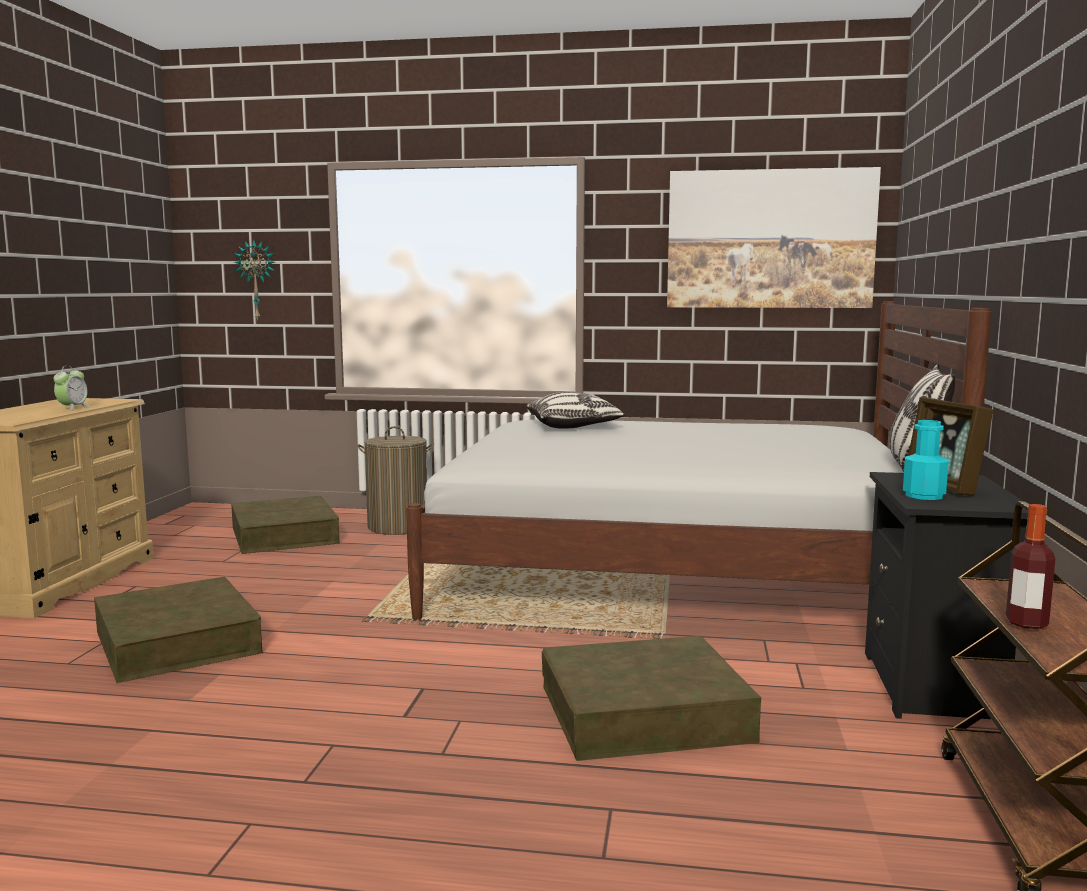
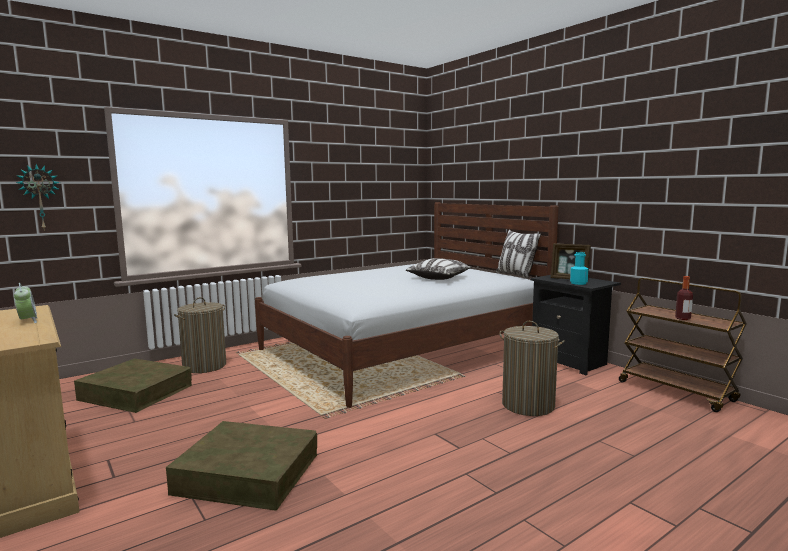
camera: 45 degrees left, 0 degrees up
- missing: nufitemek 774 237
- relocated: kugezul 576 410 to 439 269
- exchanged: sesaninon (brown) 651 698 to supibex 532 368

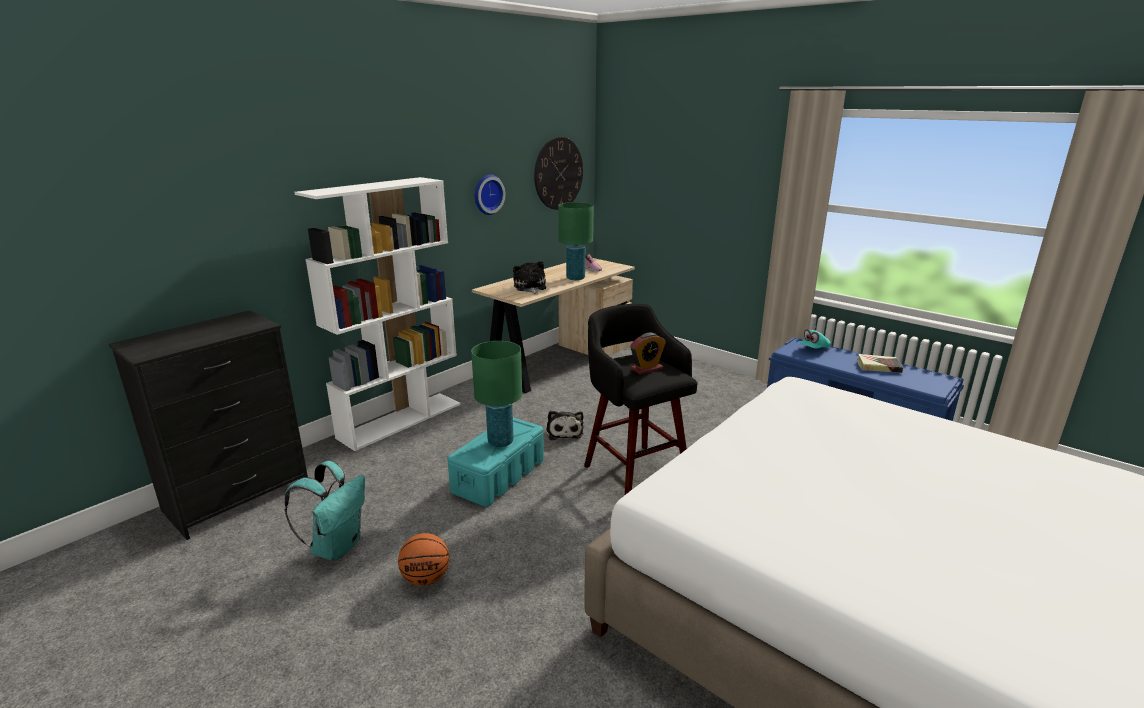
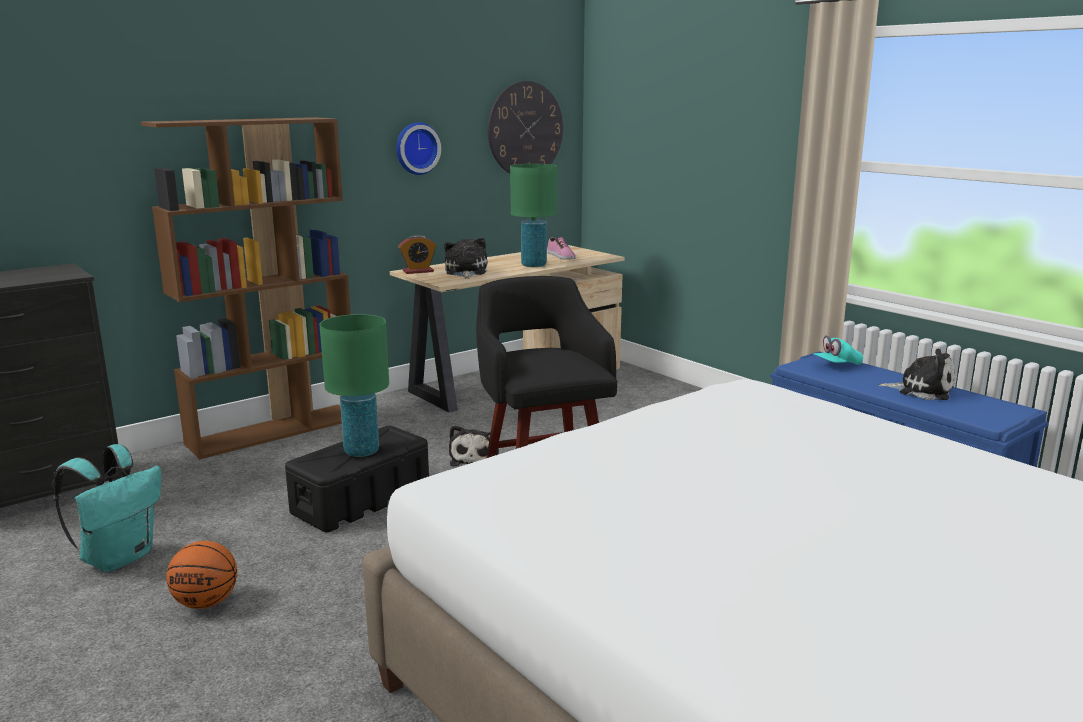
camera: 10 degrees right, 5 degrees down
- colour: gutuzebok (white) 377 314 to gutuzebok (brown) 246 288
- relocated: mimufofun 648 353 to 417 254
- exchanged: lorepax 880 363 to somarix 917 374
- colour: sesaninon (turquoise) 495 462 to sesaninon (black) 357 479

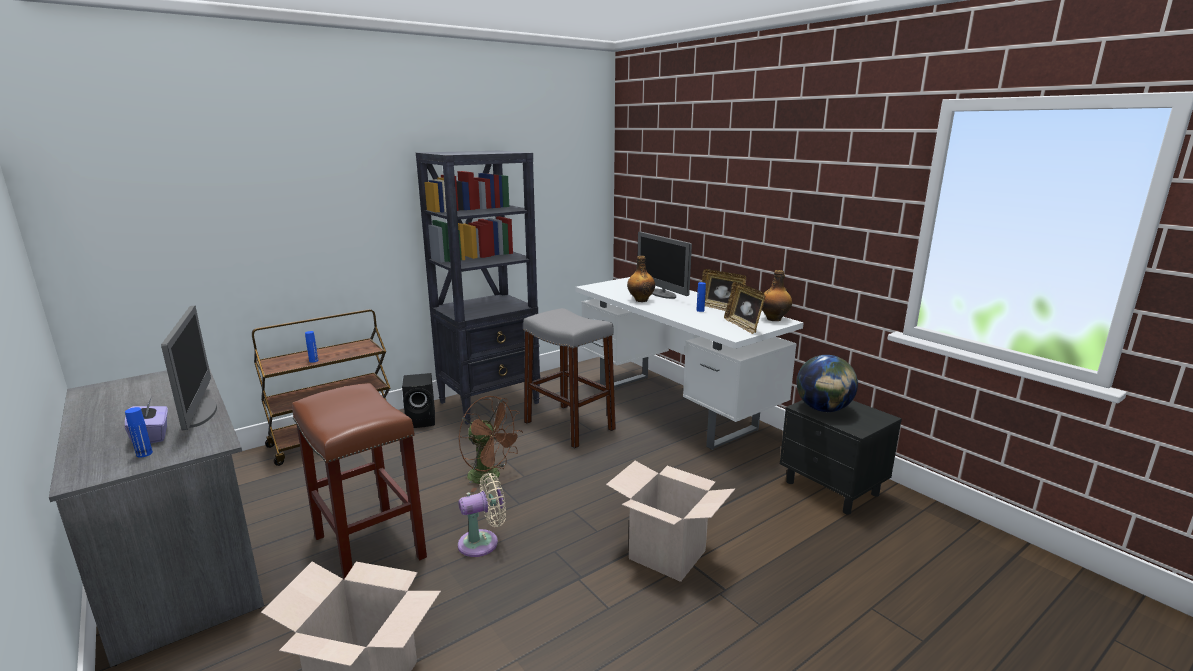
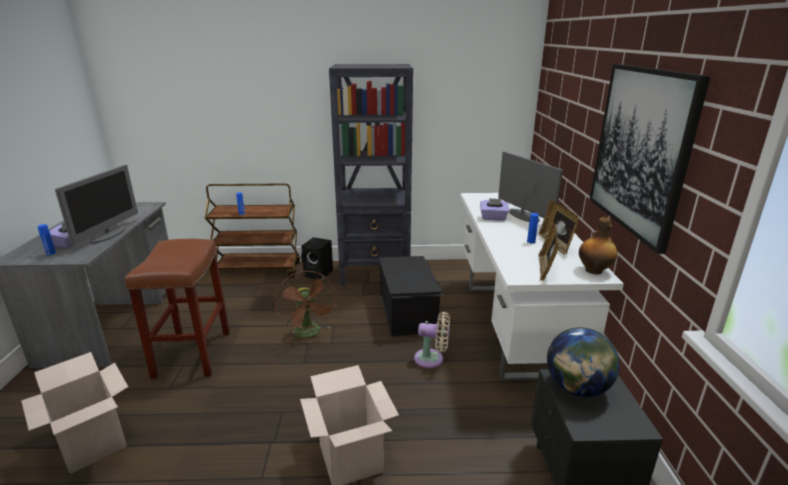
camera: 35 degrees right, 5 degrees up
- spun: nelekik 665 265 = 530 187 150 degrees clockwise
- exchanged: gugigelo 641 279 to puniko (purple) 494 209
- exchanged: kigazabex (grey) 569 378 to sesaninon (black) 411 296
- relocated: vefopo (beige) 482 515 to 432 340
- appeared: nufitemek 650 159

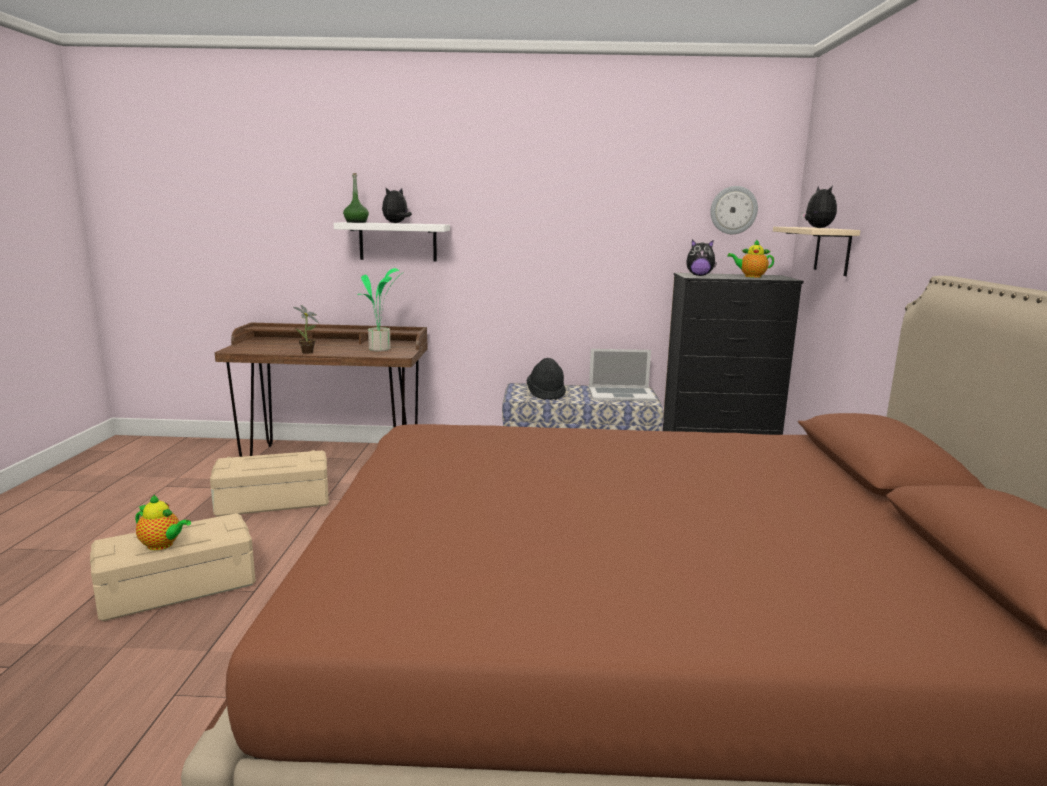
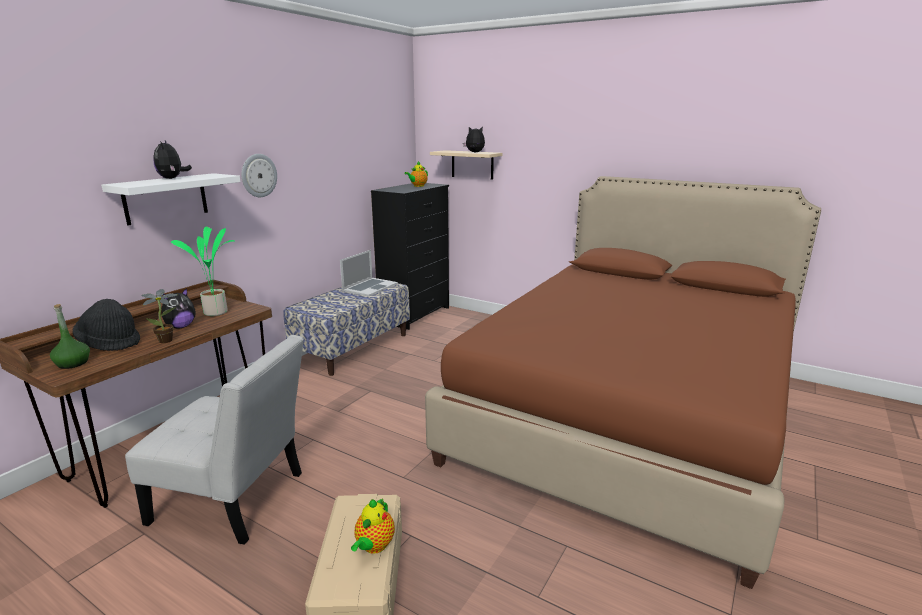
camera: 60 degrees left, 5 degrees up
- relocated: gugigelo (green) 356 198 to 70 336
- relocated: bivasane 734 210 to 259 175
- relocated: somarix 701 258 to 179 308
- relocated: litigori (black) 546 379 to 106 325
- exchanged: sesaninon (beige) 269 483 to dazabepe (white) 214 440
- spun: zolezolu 163 522 = 373 526 150 degrees clockwise

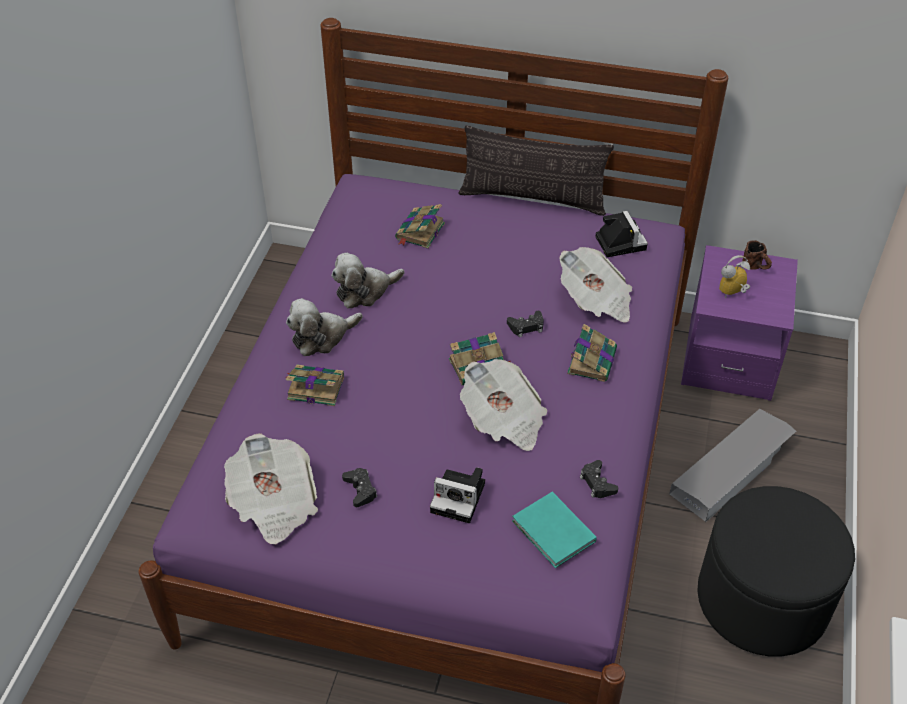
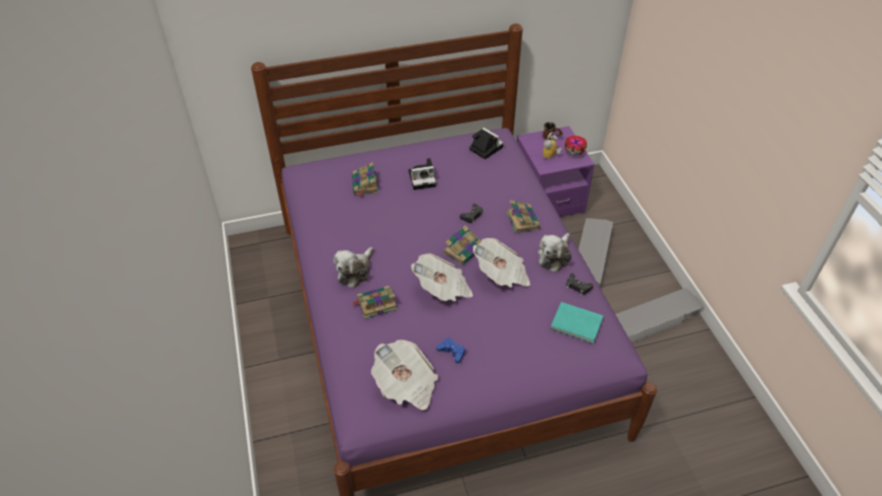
camera: 30 degrees left, 0 degrees up
- missing: kugezul 536 170
- relocated: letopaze 595 285 to 442 277
- relocated: somarix 367 281 to 555 253
- relocated: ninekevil 457 495 to 422 174
- colour: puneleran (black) 359 487 to puneleran (blue) 451 350
- exchanged: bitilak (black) 776 571 to sesaninon (grey) 660 315
- appeared: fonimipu 576 146

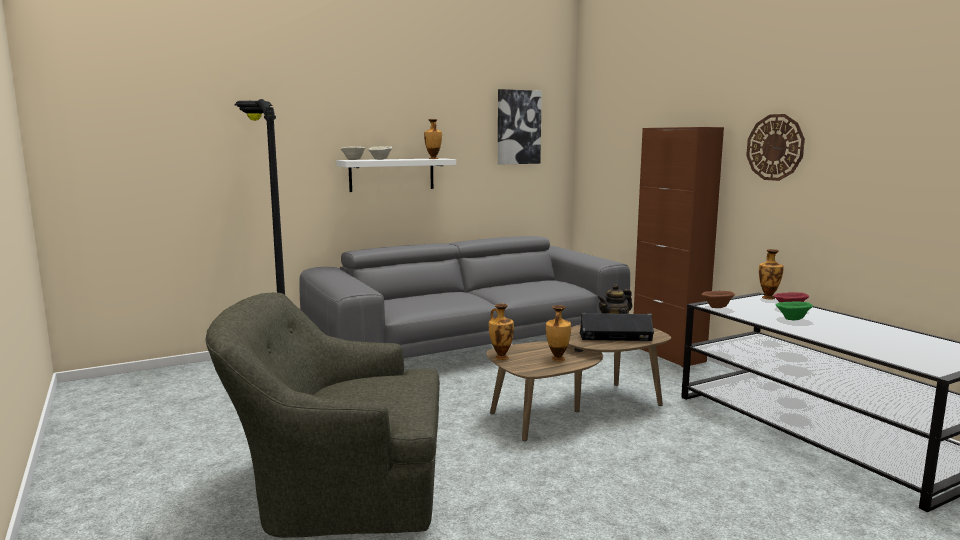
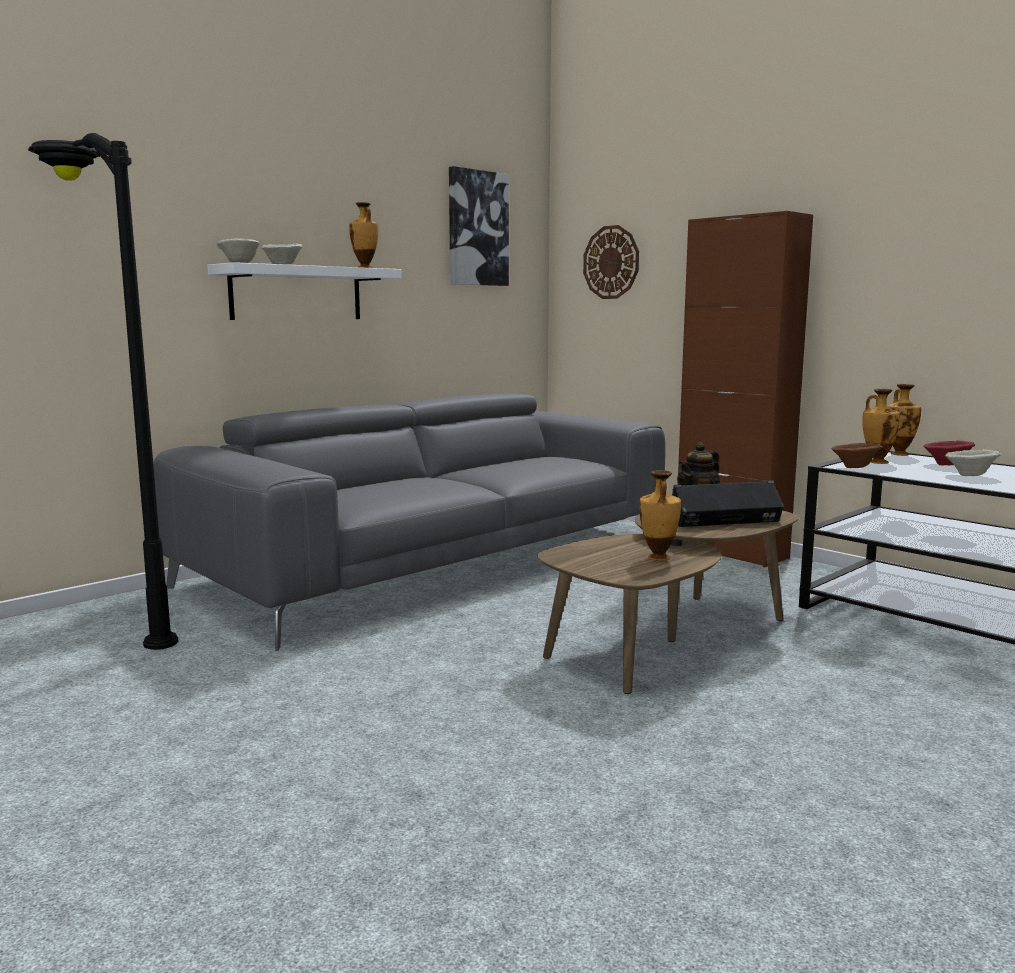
camera: 15 degrees left, 0 degrees up
- relocated: bivasane 775 147 to 611 262
- missing: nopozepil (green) 322 415
- colour: fonimipu (green) 794 310 to fonimipu (beige) 973 462
- relocated: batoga 501 331 to 881 426

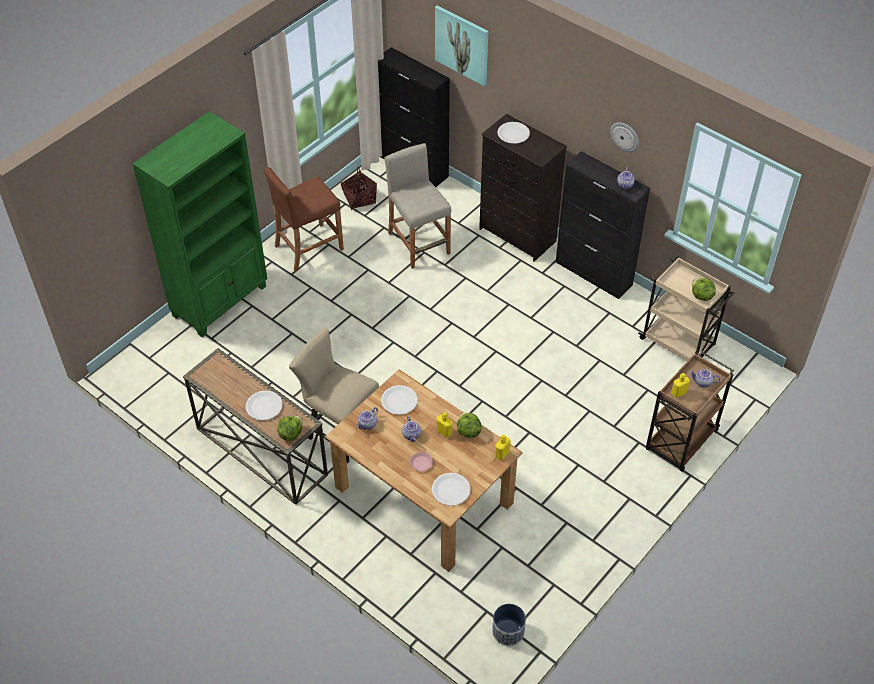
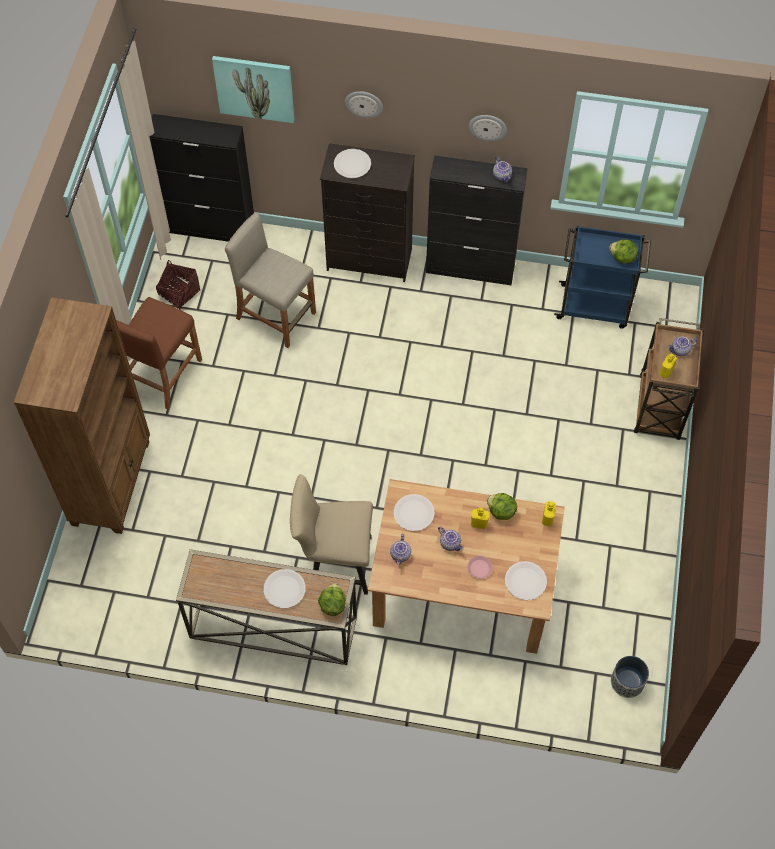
camera: 30 degrees left, 10 degrees up
- colour: gutuzebok (green) 199 224 to gutuzebok (brown) 82 415
- colour: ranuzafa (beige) 686 308 to ranuzafa (blue) 602 277
- appeared: bivasane 364 104

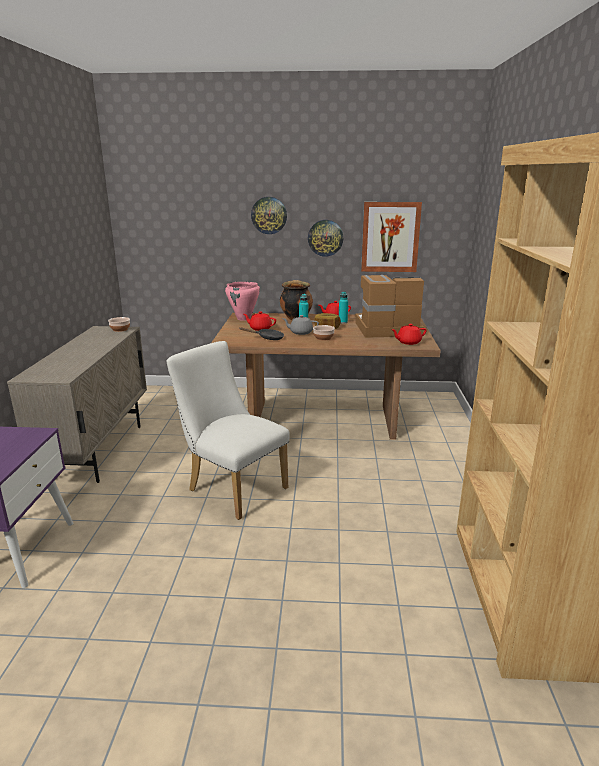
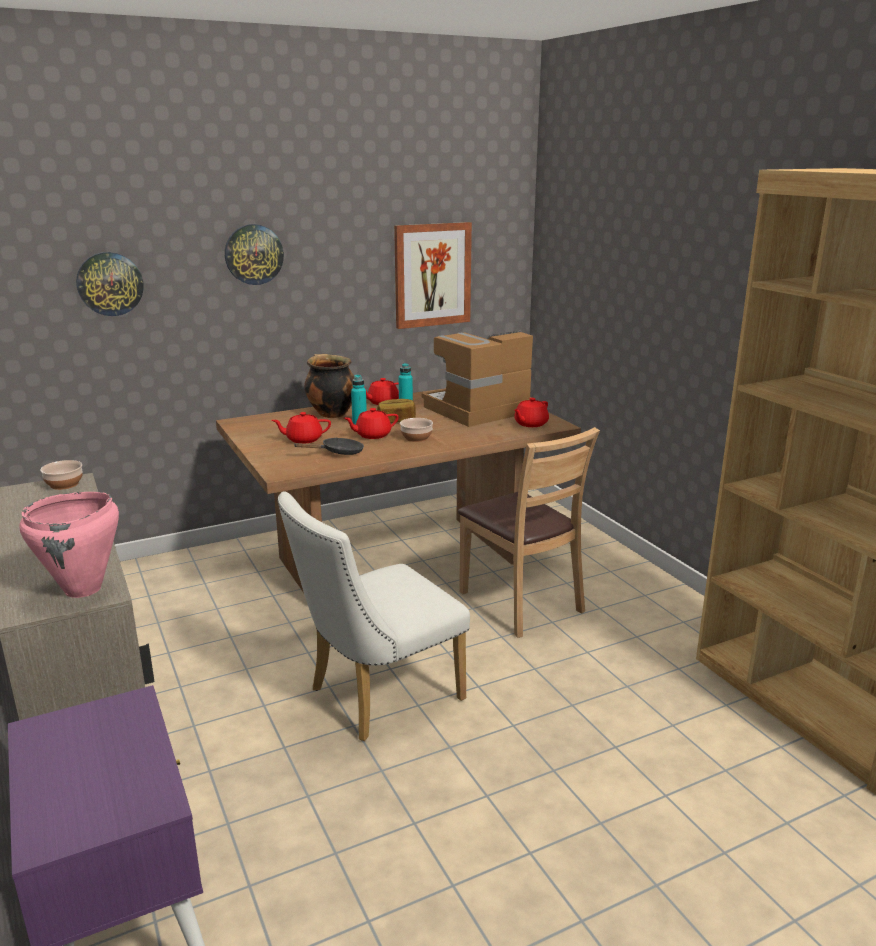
camera: 30 degrees left, 0 degrees up
- relocated: bivasane 325 238 to 110 284
- relocated: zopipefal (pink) 242 301 to 69 545
- colour: zolezolu (grey) 300 325 to zolezolu (red) 371 423
- spun: dazabepe (white) 228 430 = 373 616 45 degrees counterclockwise
- appeared: dazabepe (brown) 529 532

